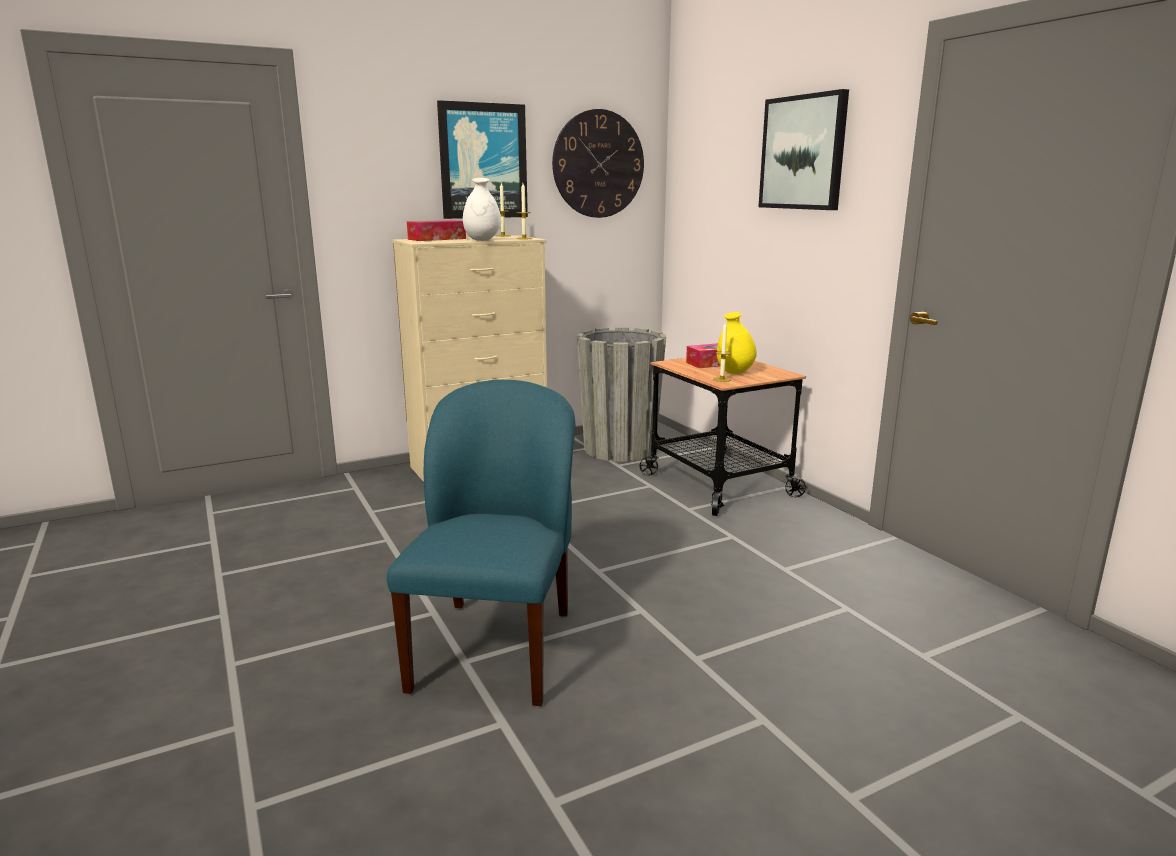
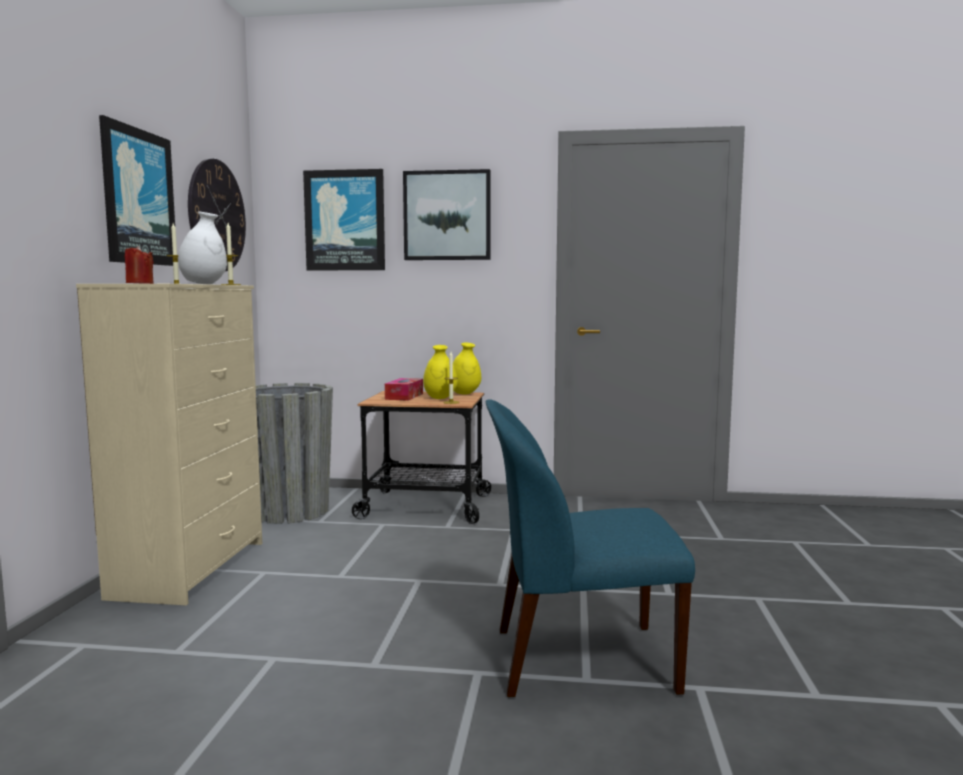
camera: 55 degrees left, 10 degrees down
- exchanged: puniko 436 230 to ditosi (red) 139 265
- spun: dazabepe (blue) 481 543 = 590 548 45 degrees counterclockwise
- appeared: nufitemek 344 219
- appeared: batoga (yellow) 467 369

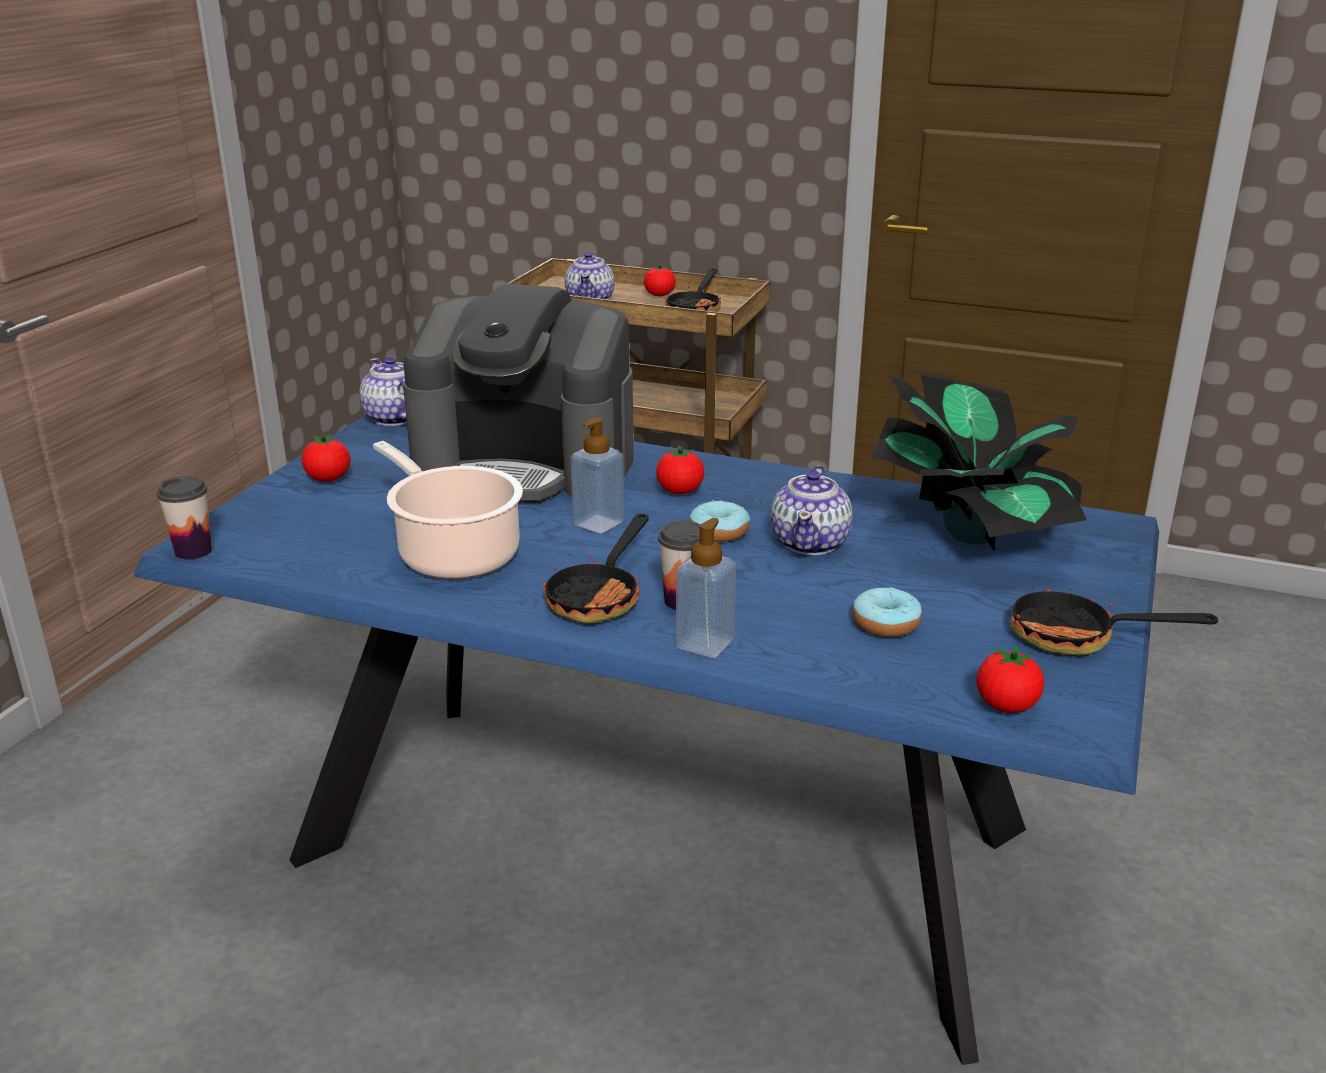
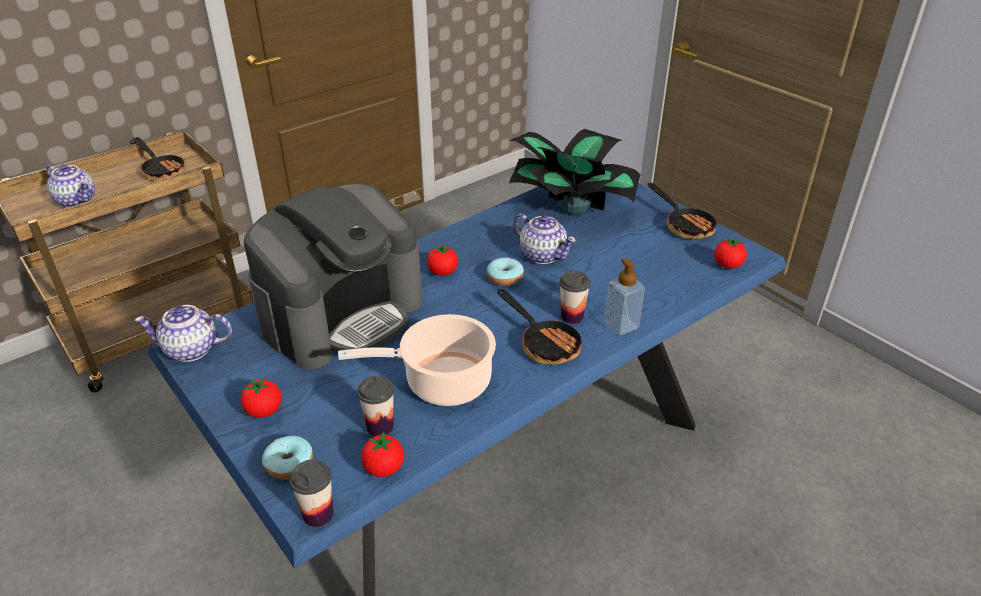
camera: 60 degrees left, 10 degrees up
- relocated: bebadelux 660 280 to 382 454
- missing: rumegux 597 476
- spun: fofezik 1114 615 = 683 211 75 degrees counterclockwise
- relocated: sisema 887 612 to 287 458
- appeared: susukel 375 406

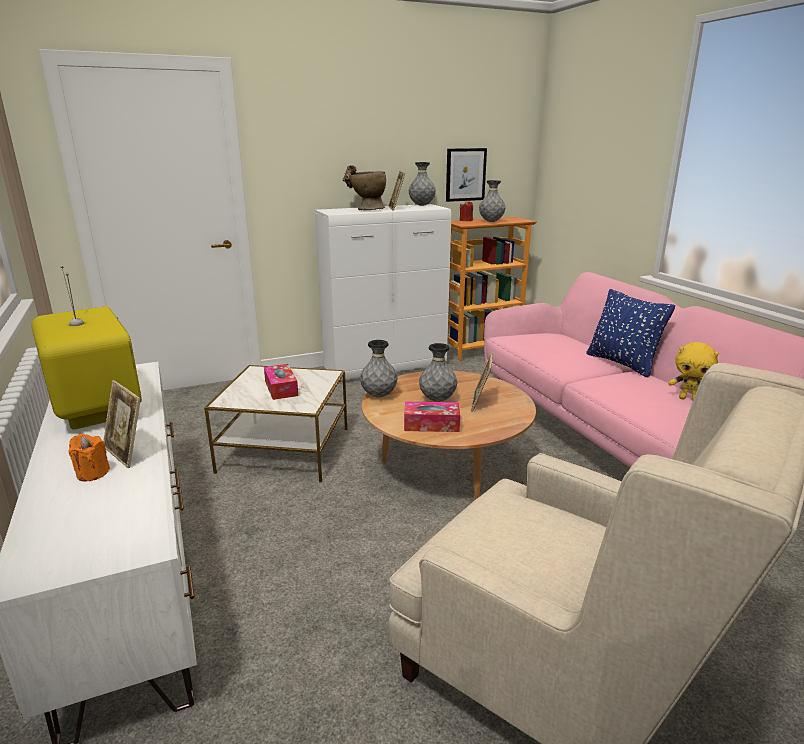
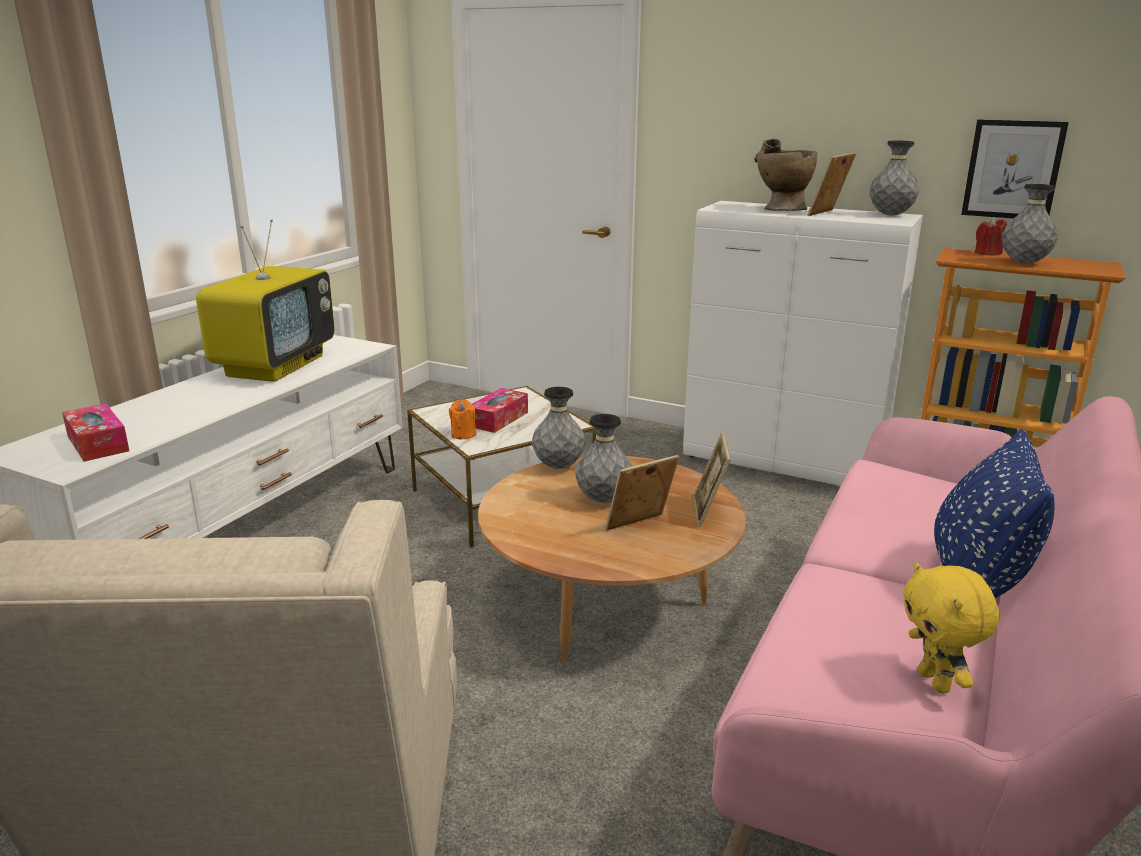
camera: 50 degrees right, 0 degrees up
- relocated: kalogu 122 424 to 712 479
- relocated: puniko 432 417 to 95 432
- relocated: ditosi (orange) 89 458 to 462 419

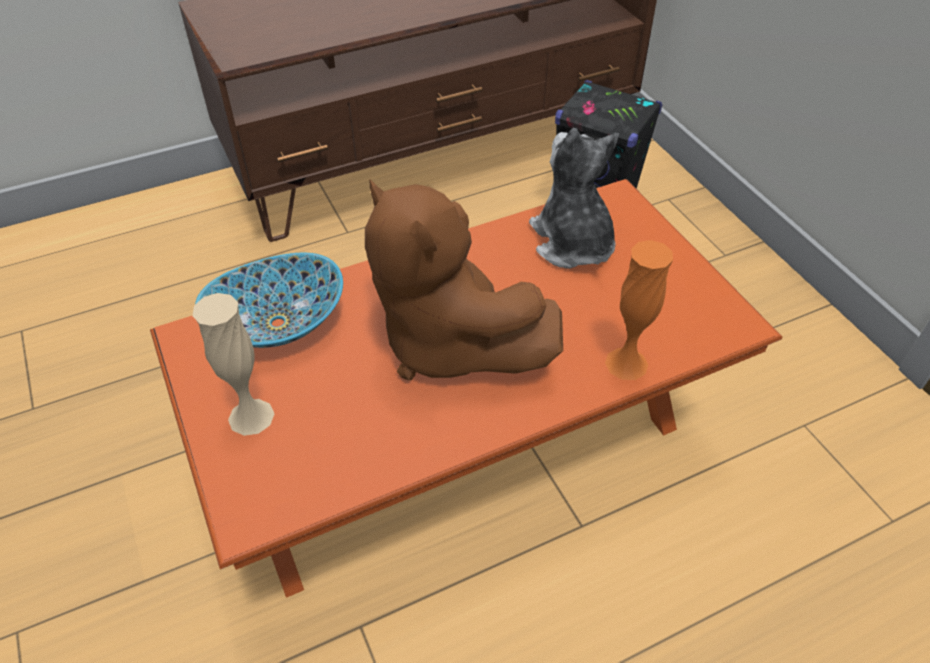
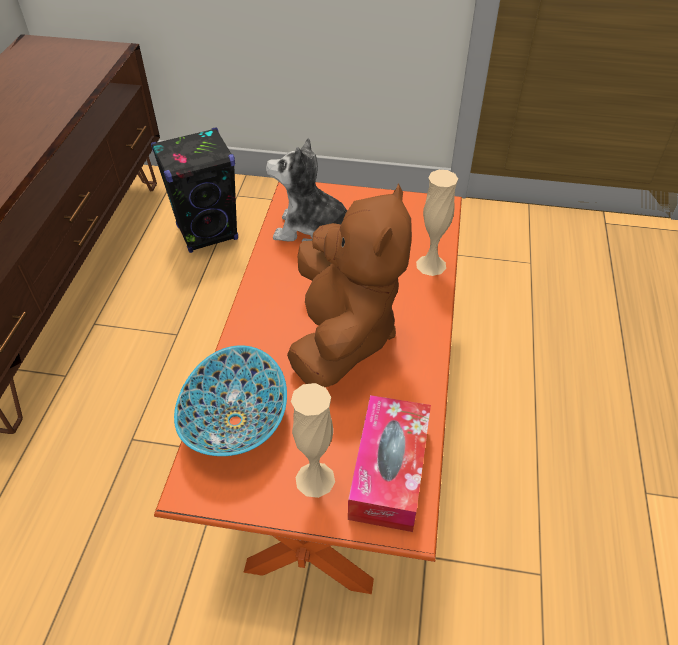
camera: 55 degrees left, 0 degrees up
- spun: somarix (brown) 464 279 = 349 285 75 degrees counterclockwise
- colour: batoga (orange) 639 310 to batoga (beige) 437 223
- appeared: puniko 389 463

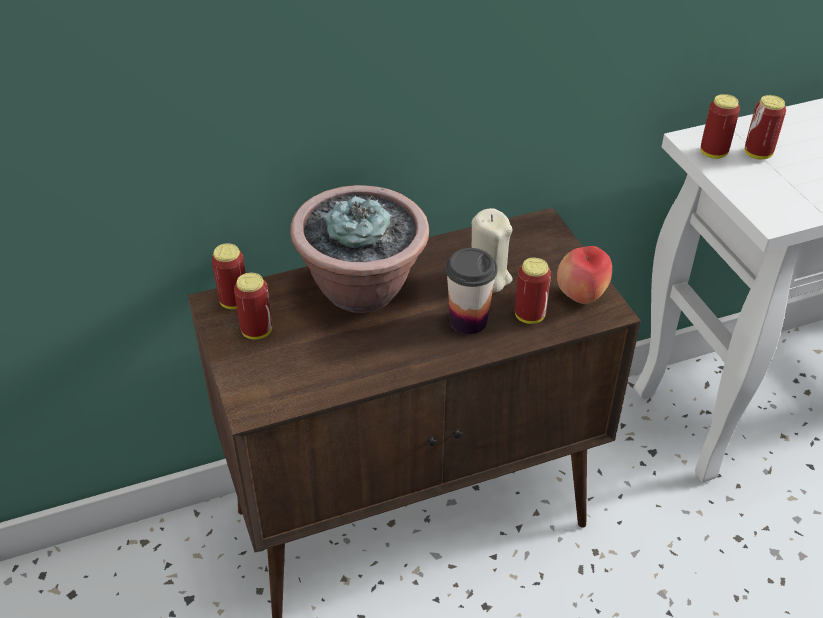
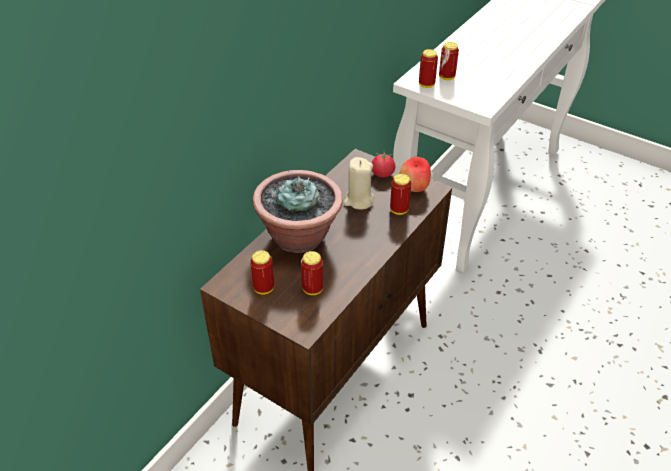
camera: 35 degrees left, 0 degrees up
- relocated: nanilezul 229 276 to 312 273
- missing: susukel 471 291
- appeared: bebadelux 383 164

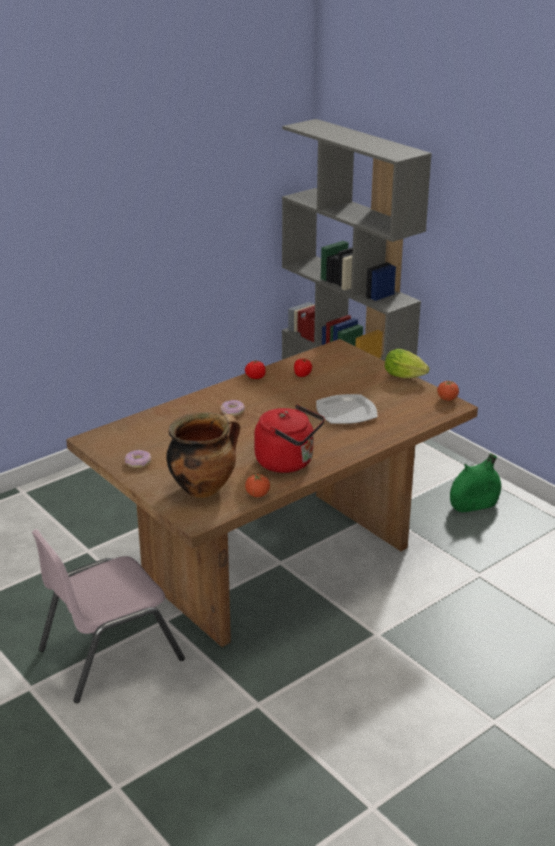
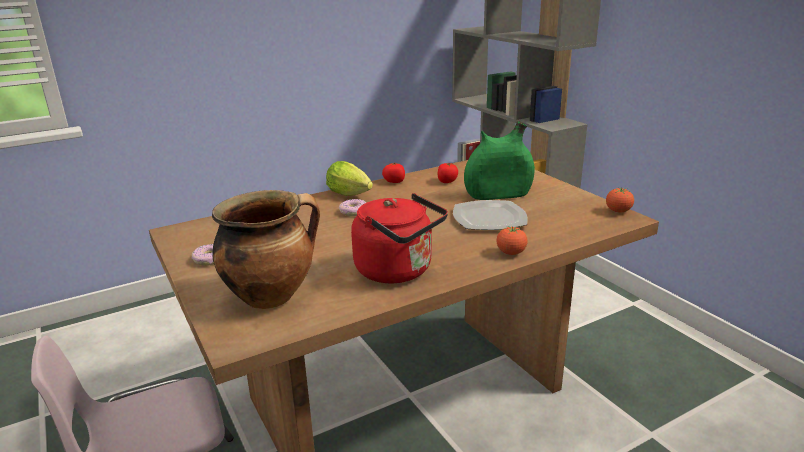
camera: 10 degrees right, 5 degrees down
- relocated: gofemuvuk 407 363 to 349 178
- relocated: batoga (green) 475 483 to 499 160
- relocated: bebadelux 257 485 to 512 240

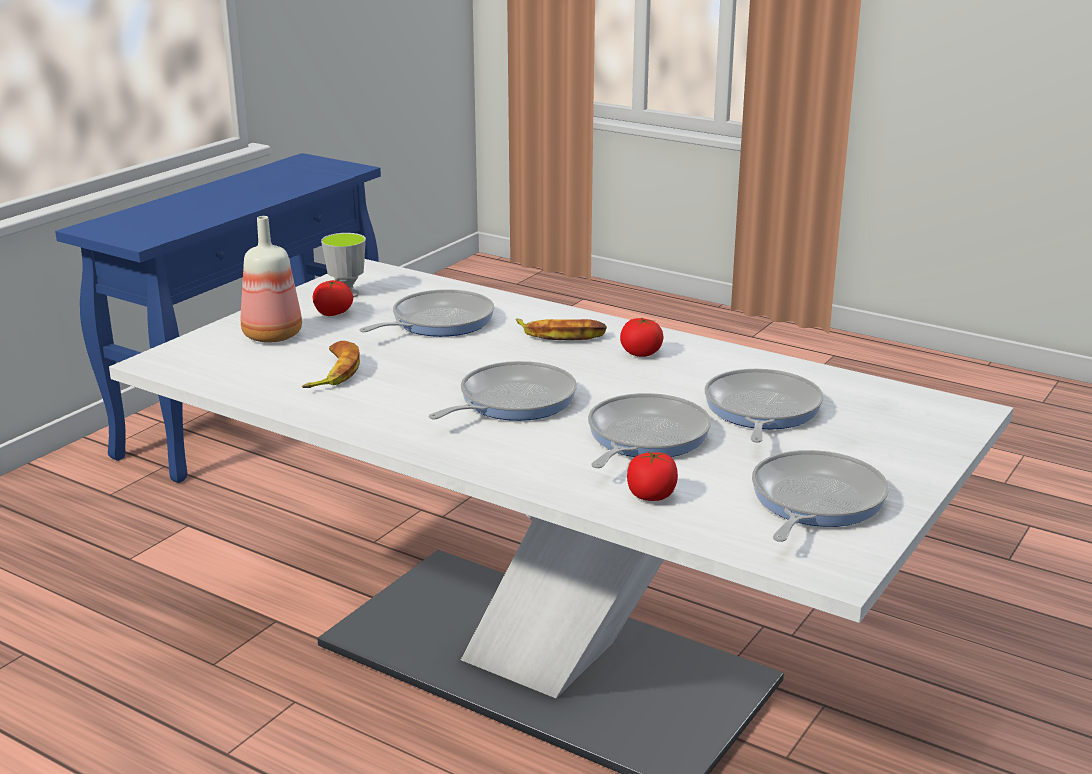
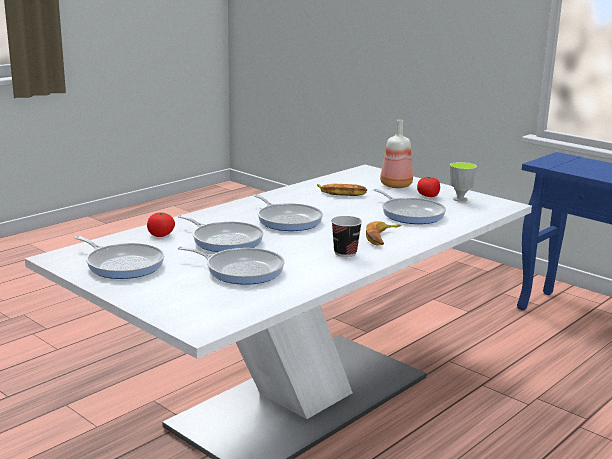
camera: 100 degrees right, 5 degrees down
- exchanged: bebadelux 641 337 to susukel 346 236

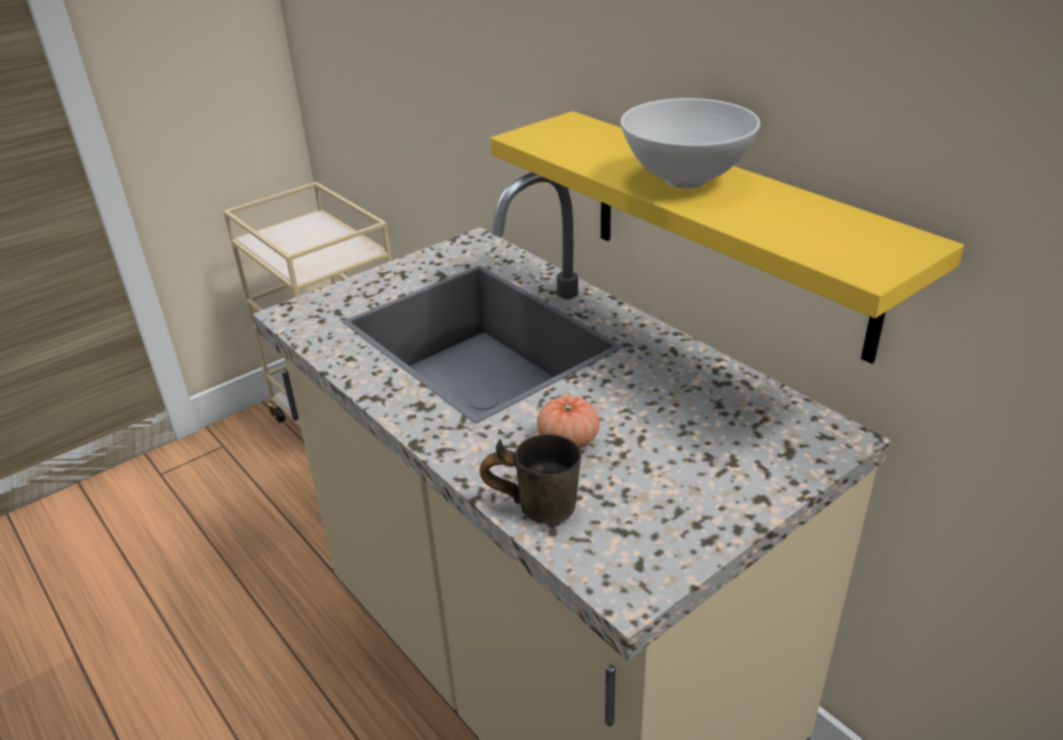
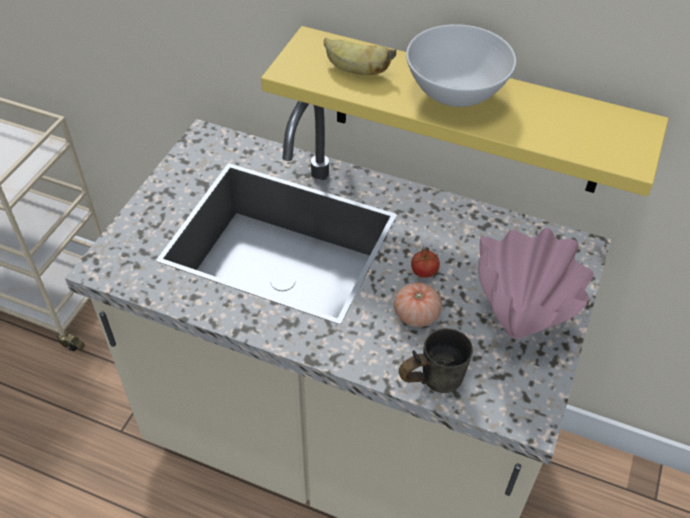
camera: 30 degrees left, 15 degrees up
- appeared: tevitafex 360 56
- appeared: batoga (pink) 536 283
- appeared: bebadelux 425 262

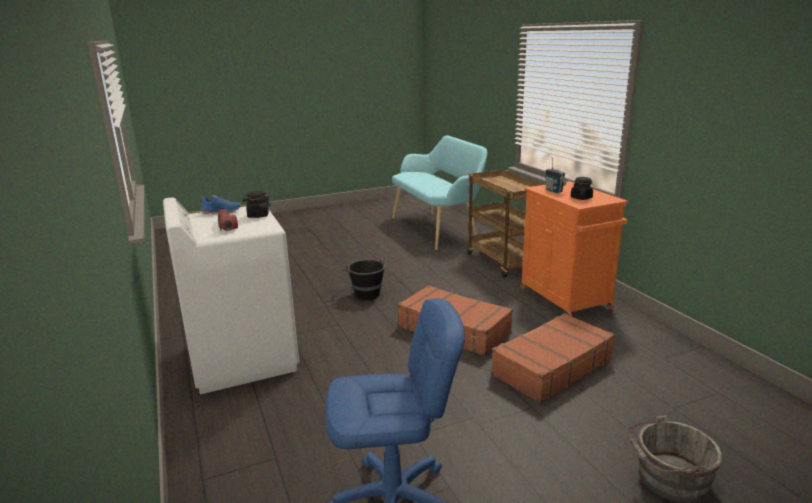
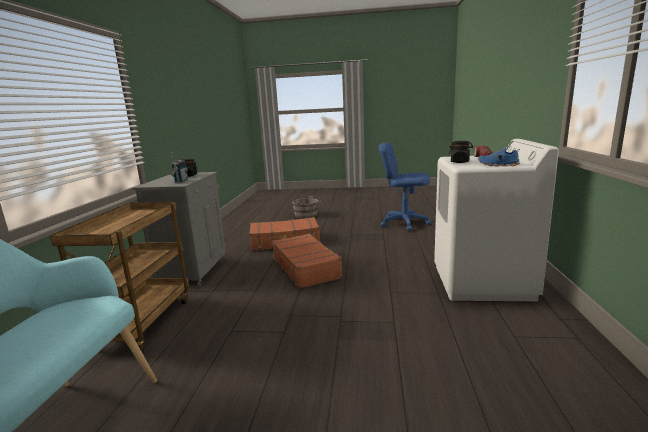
camera: 150 degrees left, 5 degrees down
- colour: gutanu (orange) 574 249 to gutanu (grey) 179 229
- missing: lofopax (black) 363 279

